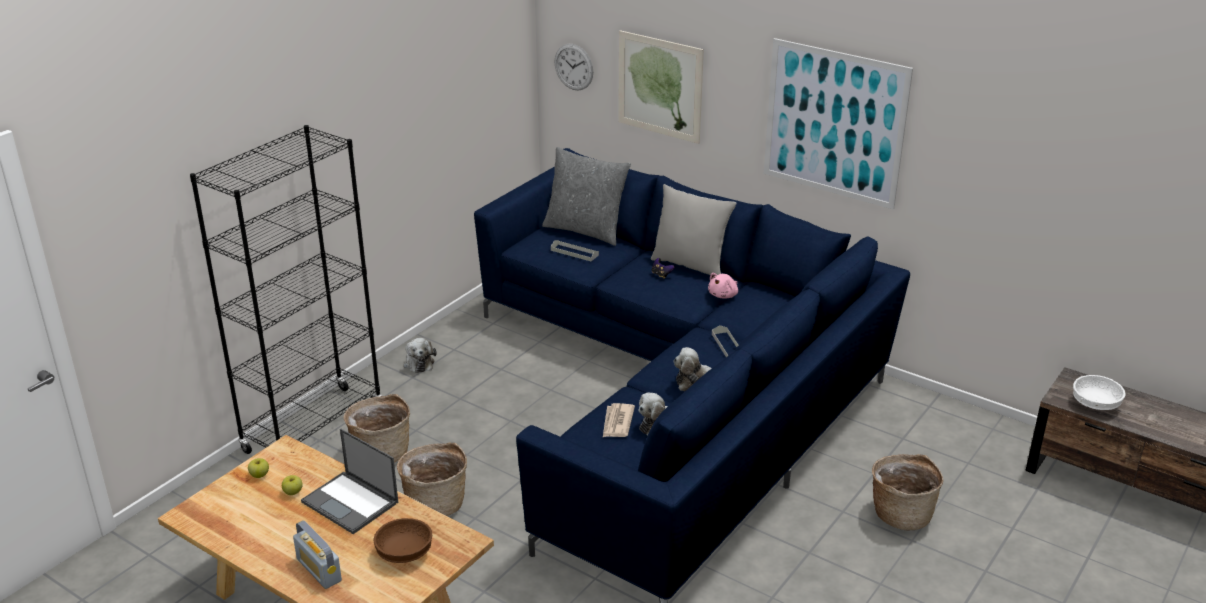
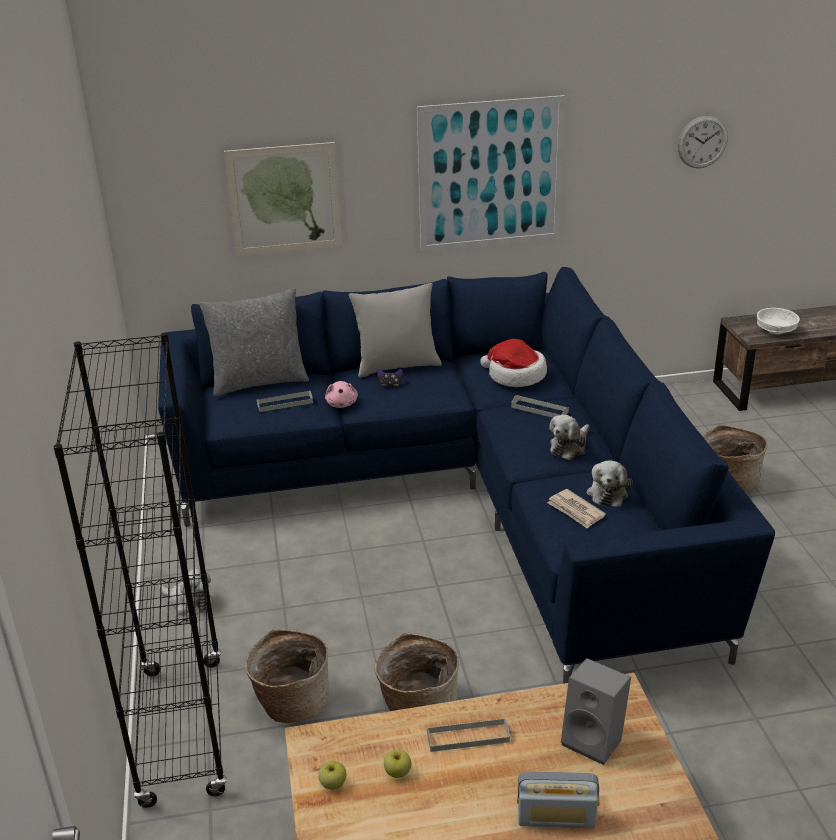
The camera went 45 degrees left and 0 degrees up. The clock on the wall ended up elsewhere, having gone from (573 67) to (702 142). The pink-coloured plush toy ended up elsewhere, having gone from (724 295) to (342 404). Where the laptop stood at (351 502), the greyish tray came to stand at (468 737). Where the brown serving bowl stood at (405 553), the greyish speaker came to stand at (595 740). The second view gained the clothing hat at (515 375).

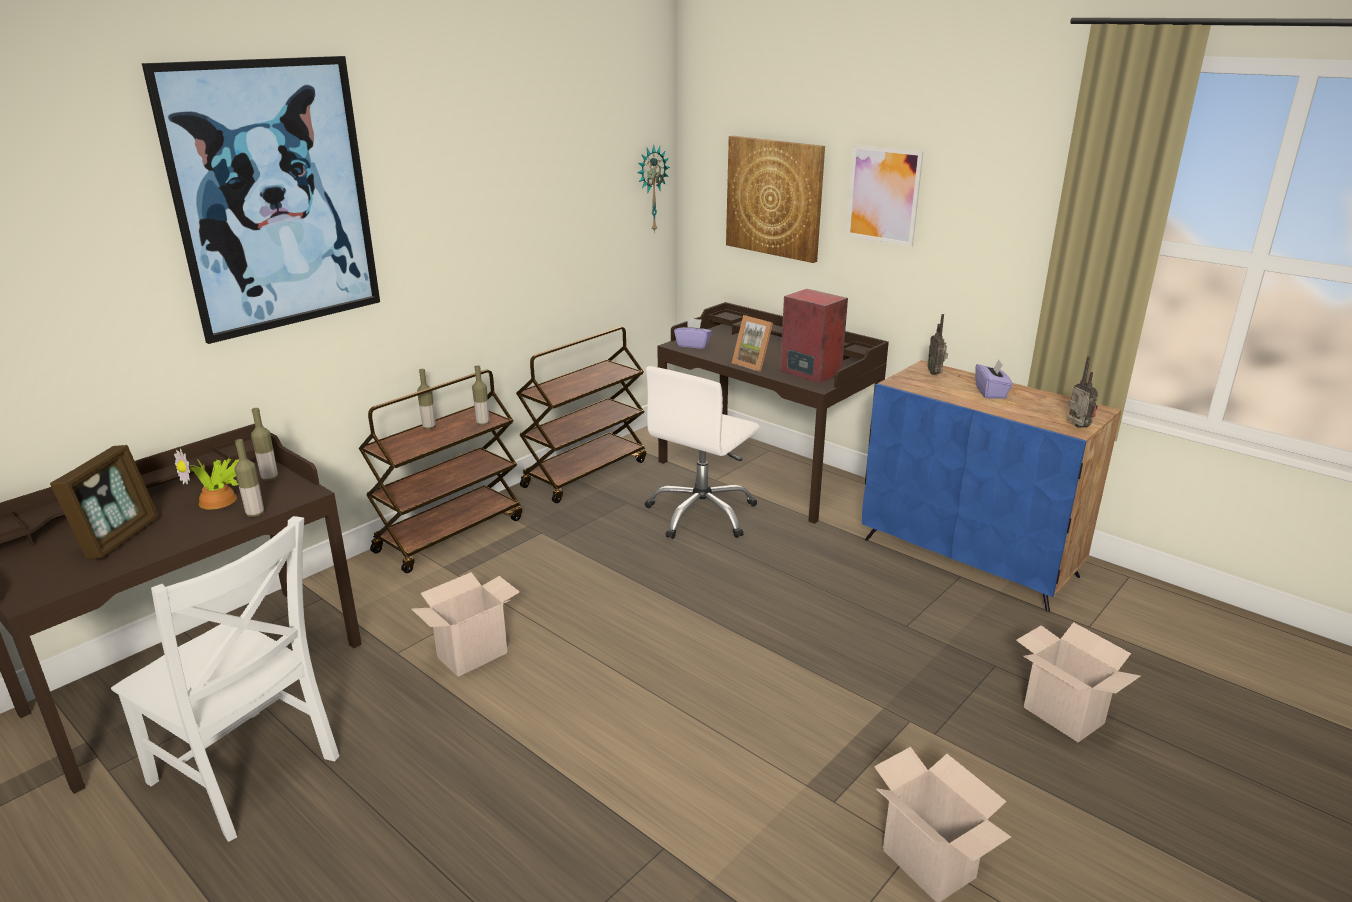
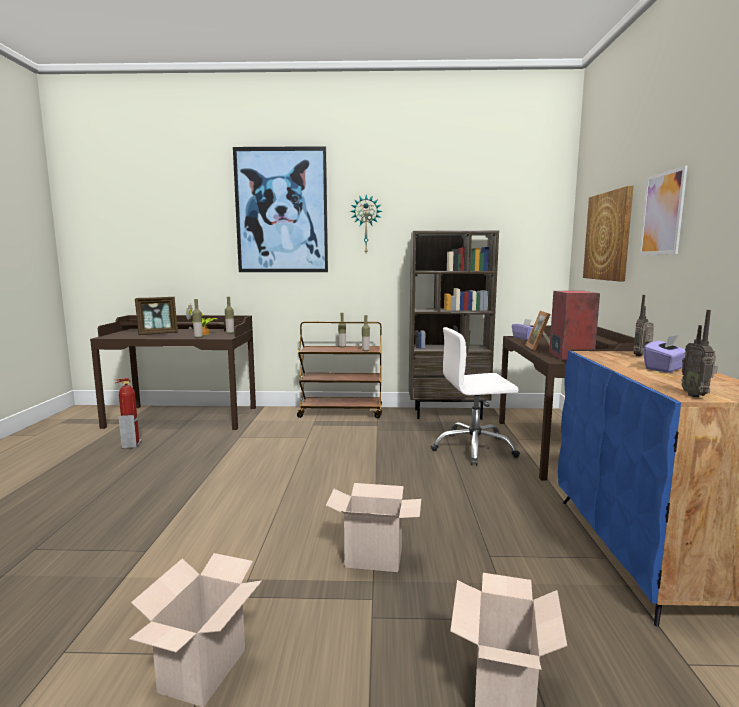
The camera went 50 degrees right and 15 degrees down. The clock on the wall ended up elsewhere, having gone from (651 189) to (366 224). Where the brown wheeled cart stood at (585 473), the brown bookshelf came to stand at (448 414). The radio set at (1077 427) ended up facing another way, 150 degrees clockwise from before. Where the white chair stood at (248 774), the extinguisher came to stand at (131 445). The packing box ended up elsewhere, having gone from (473 653) to (375 557).

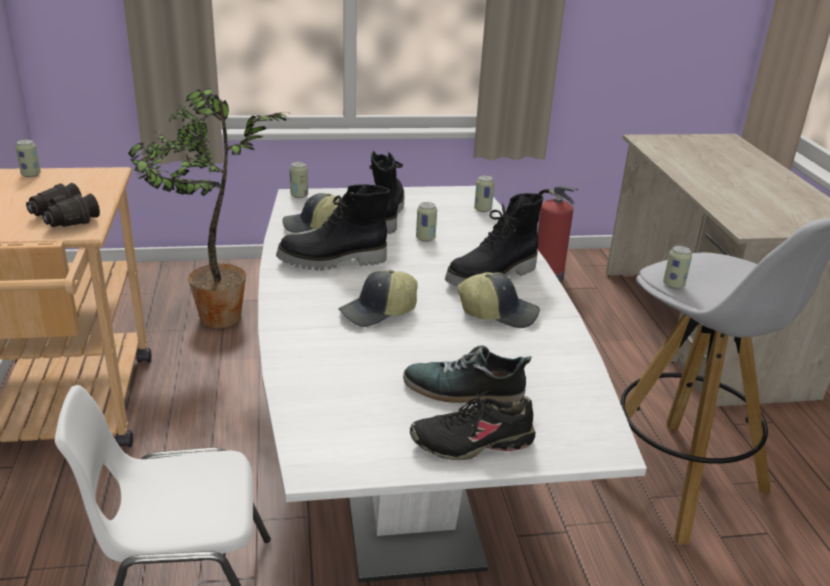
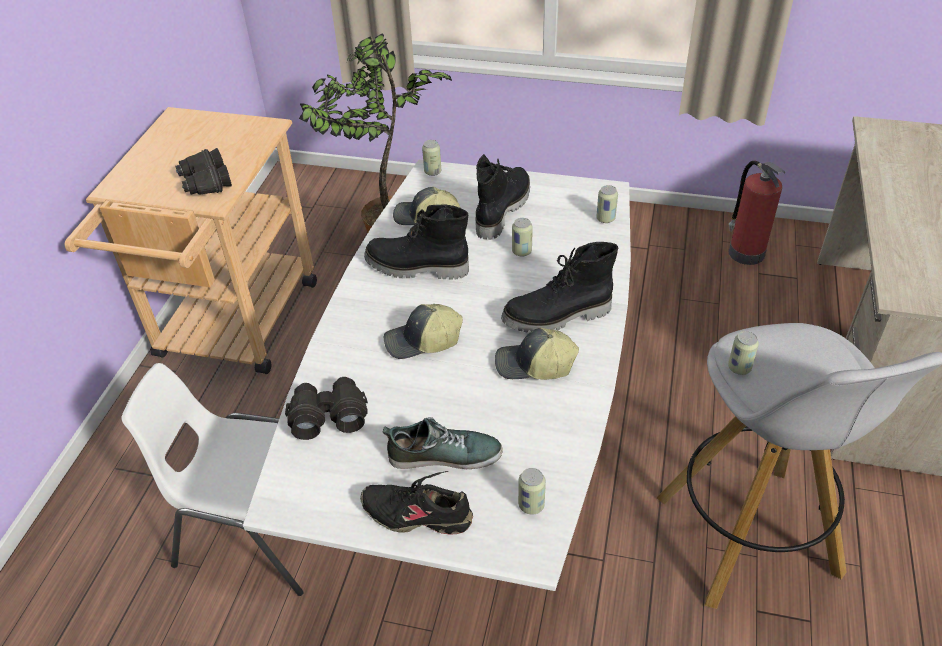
The camera went 25 degrees right and 15 degrees up. The metal can ended up elsewhere, having gone from (31 175) to (531 505). The peaked cap at (498 313) ended up facing another way, 150 degrees clockwise from before. The shoe at (464 391) ended up facing another way, 150 degrees clockwise from before. The second view gained the black-coloured field glasses at (328 415).

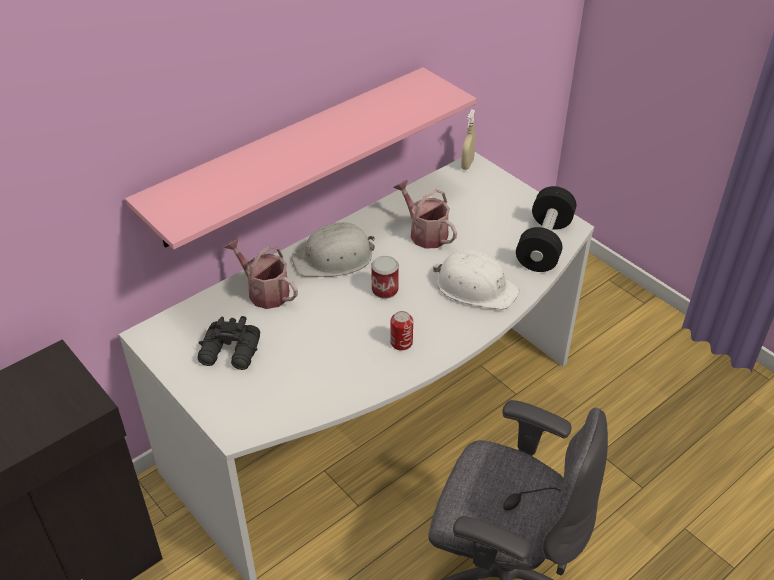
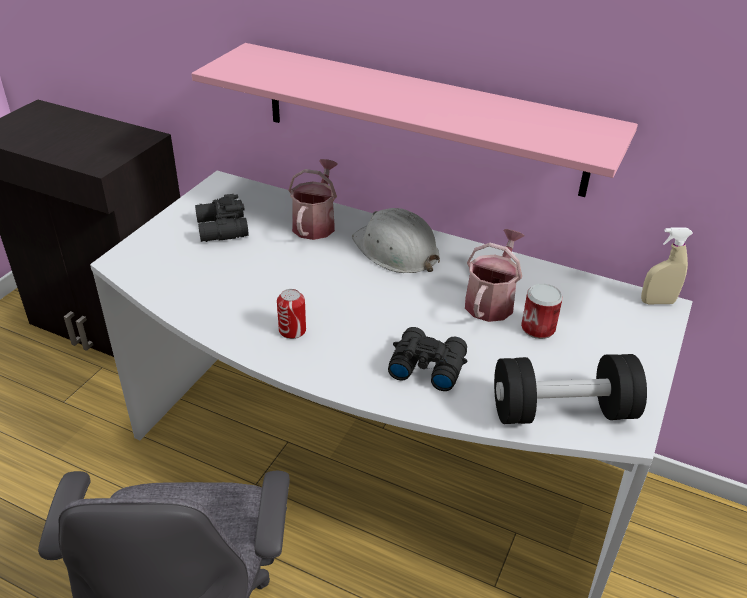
The camera went 65 degrees right and 5 degrees down. Where the white work helmet stood at (475 287), the black-coloured field glasses came to stand at (426 365). The metal can ended up elsewhere, having gone from (385 290) to (538 328).

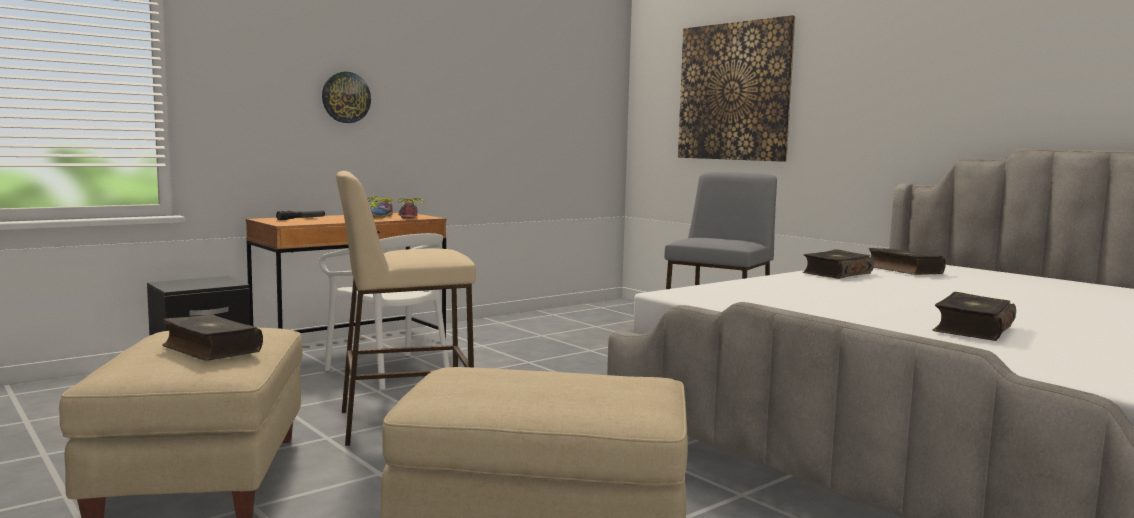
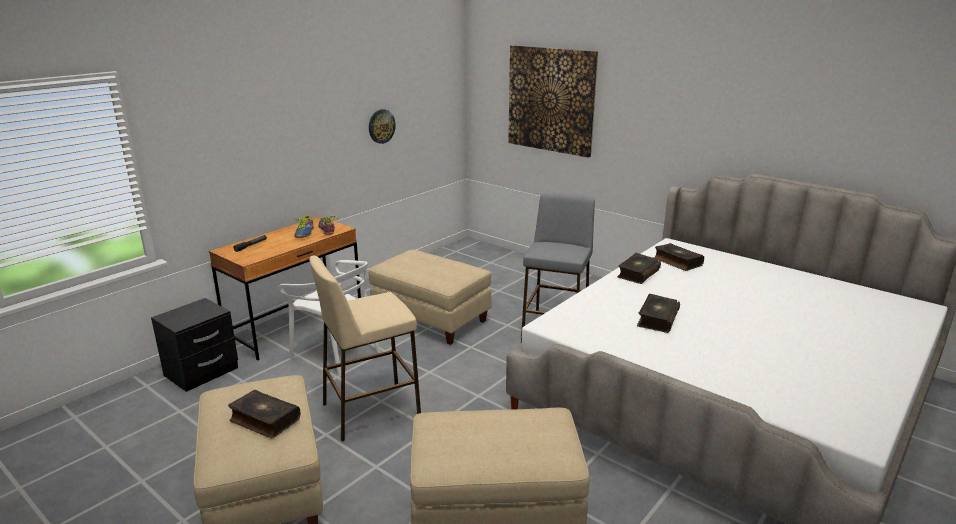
The camera went 10 degrees left and 15 degrees up. The clock on the wall ended up elsewhere, having gone from (346 97) to (381 126). The bound book ended up elsewhere, having gone from (971 329) to (657 319). The second view gained the beige footrest at (431 319).

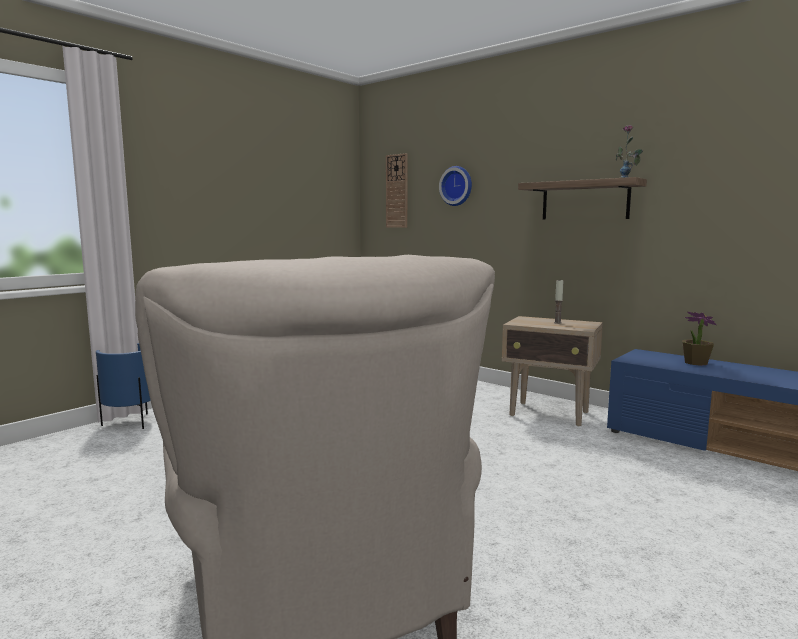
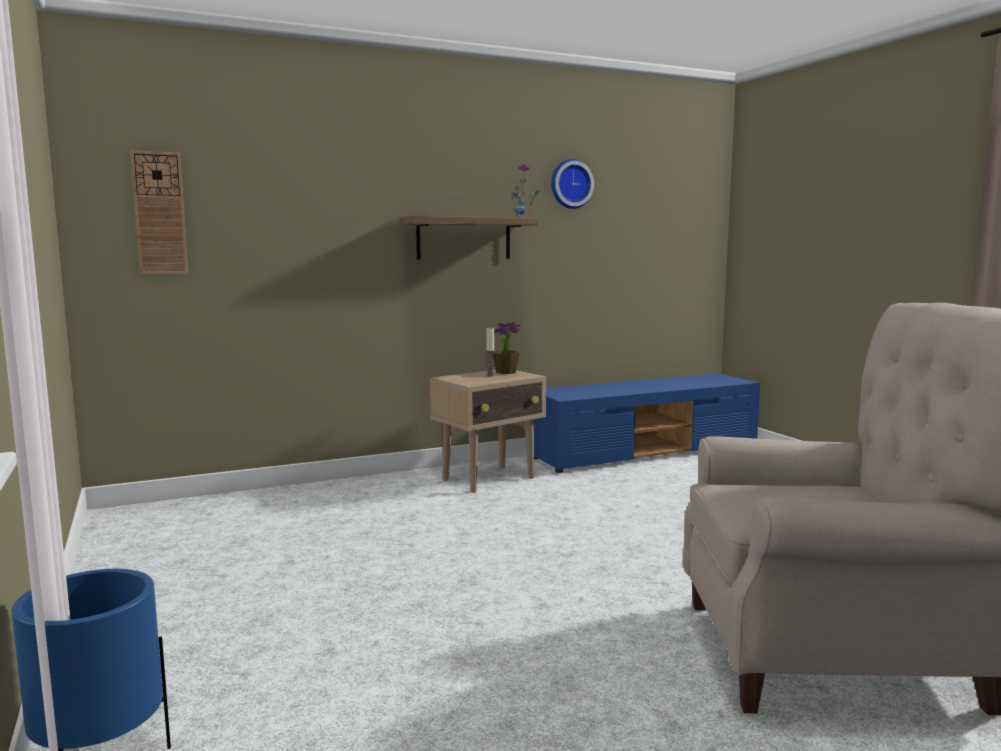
The camera went 65 degrees left and 0 degrees up. The clock on the wall ended up elsewhere, having gone from (457 186) to (570 184). The houseplant ended up elsewhere, having gone from (695 362) to (506 372).

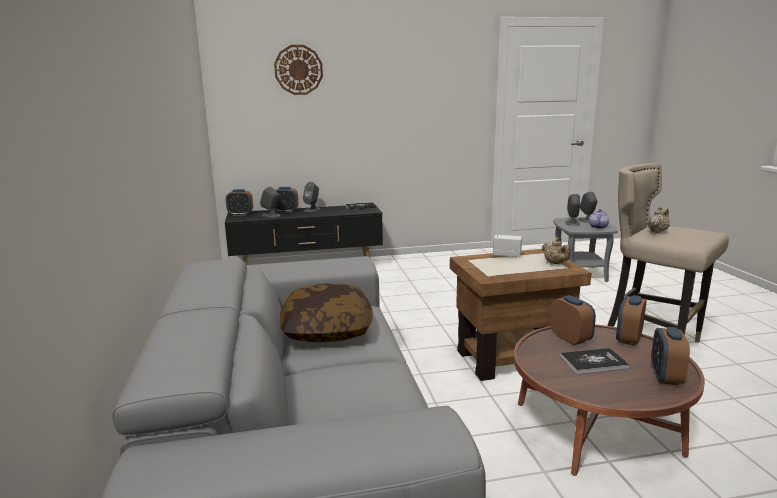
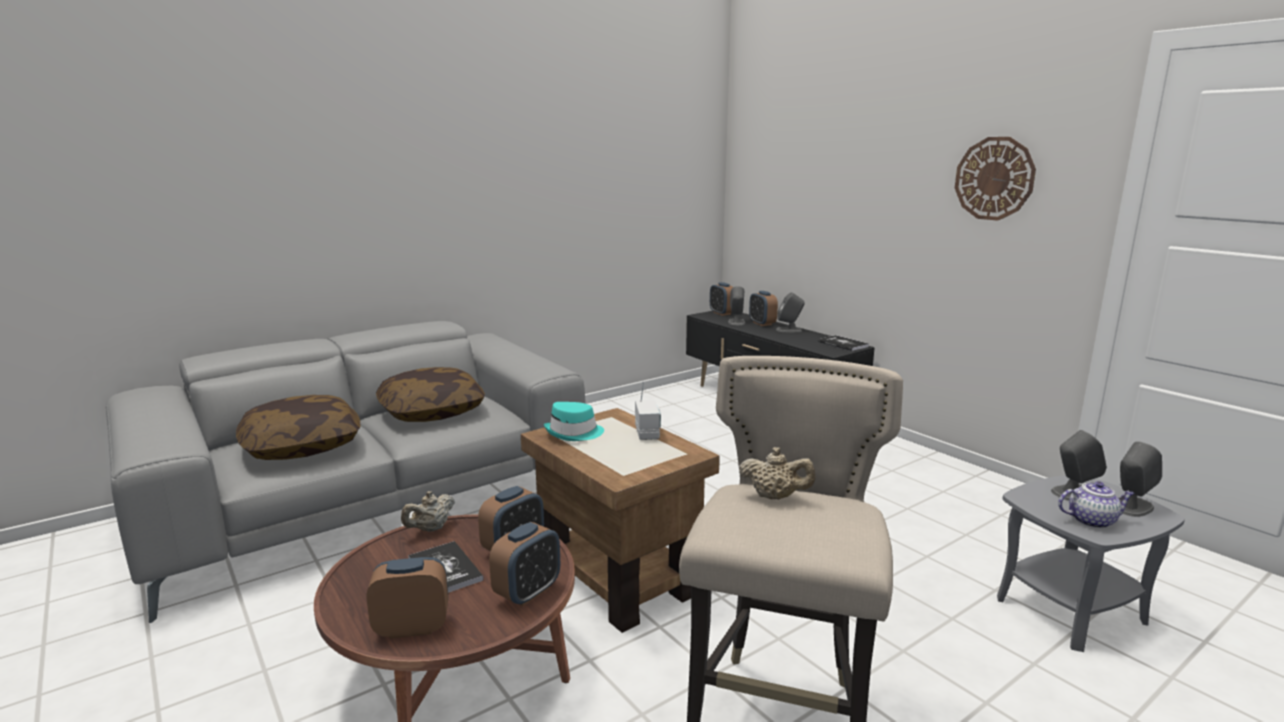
The camera went 65 degrees right and 0 degrees up. The clock on the wall ended up elsewhere, having gone from (298 70) to (994 178). The beige teapot ended up elsewhere, having gone from (555 263) to (430 529). The alarm clock at (628 339) ended up facing another way, 120 degrees clockwise from before. The second view gained the cushion at (302 446). The second view gained the blue-green clothing hat at (574 433).

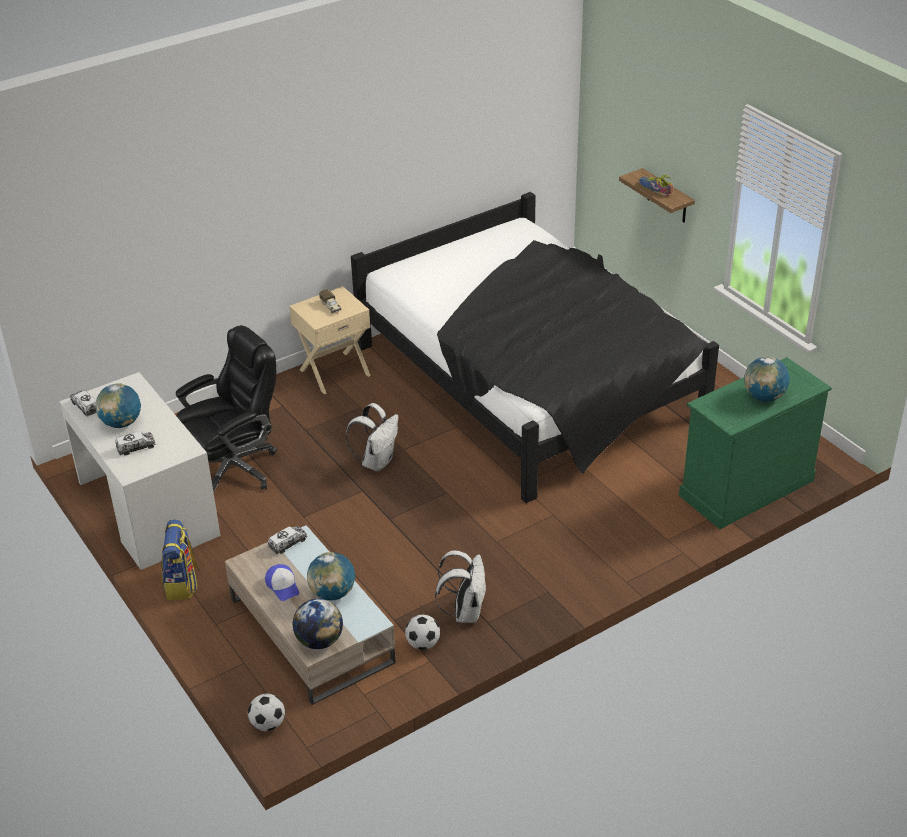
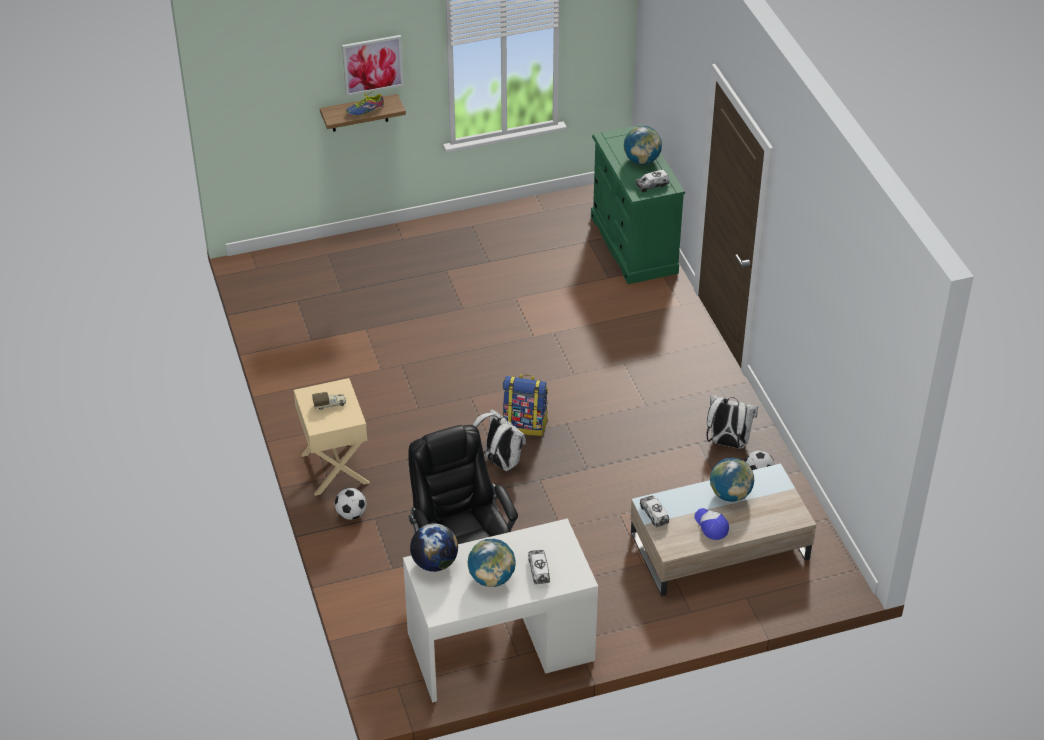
The camera went 75 degrees left and 5 degrees up. The second view lost the black-coloured bedroom bed at (530 381). The toy lorry ended up elsewhere, having gone from (85 407) to (652 185). The knapsack ended up elsewhere, having gone from (182 584) to (525 424). The peaked cap at (283 586) ended up facing another way, 105 degrees counterclockwise from before. The desk globe ended up elsewhere, having gone from (319 641) to (434 563). The ball for football ended up elsewhere, having gone from (268 724) to (351 514). The second view gained the wall picture at (373 64).

